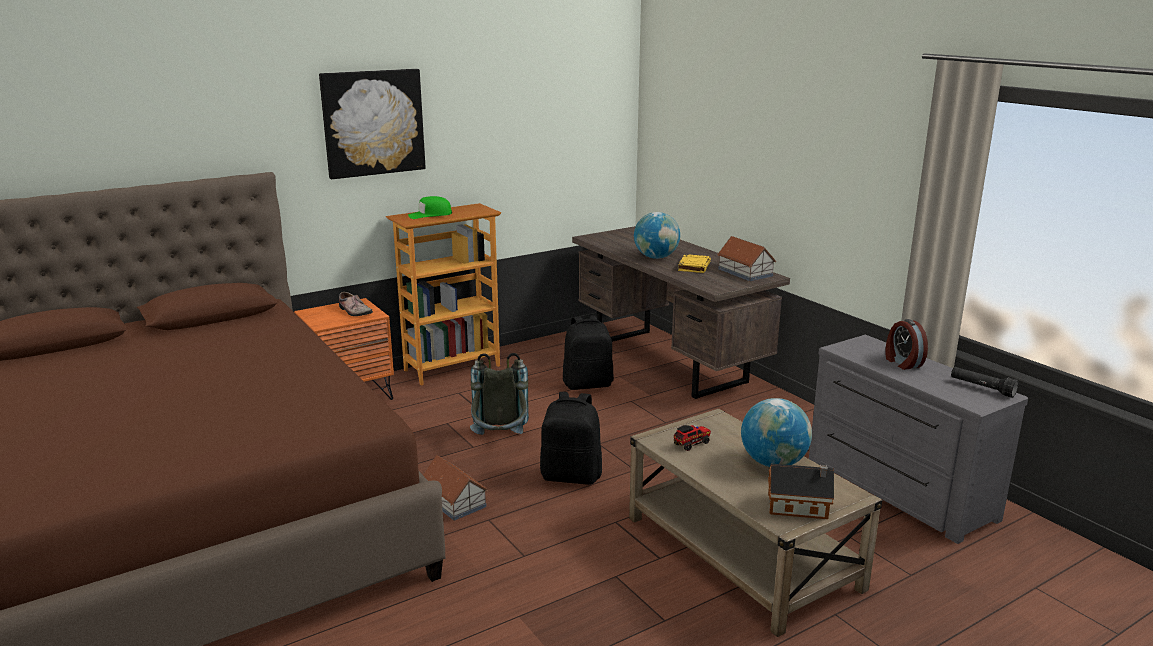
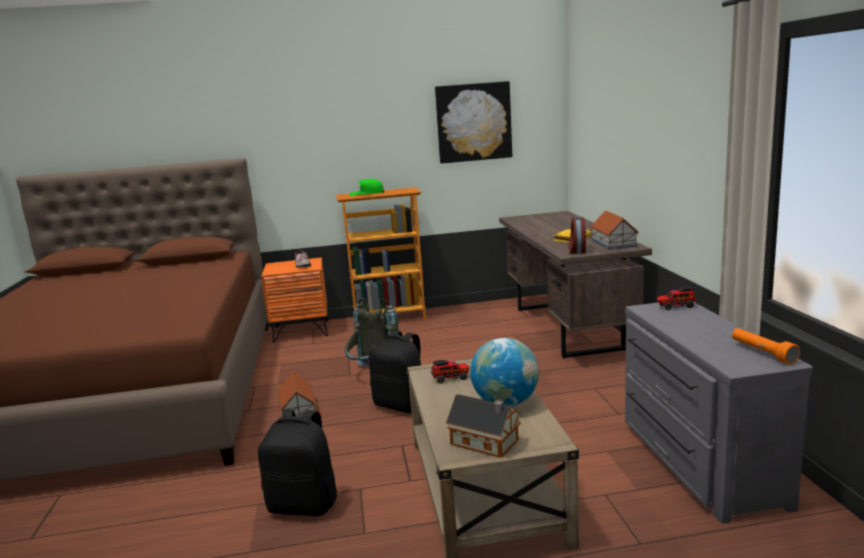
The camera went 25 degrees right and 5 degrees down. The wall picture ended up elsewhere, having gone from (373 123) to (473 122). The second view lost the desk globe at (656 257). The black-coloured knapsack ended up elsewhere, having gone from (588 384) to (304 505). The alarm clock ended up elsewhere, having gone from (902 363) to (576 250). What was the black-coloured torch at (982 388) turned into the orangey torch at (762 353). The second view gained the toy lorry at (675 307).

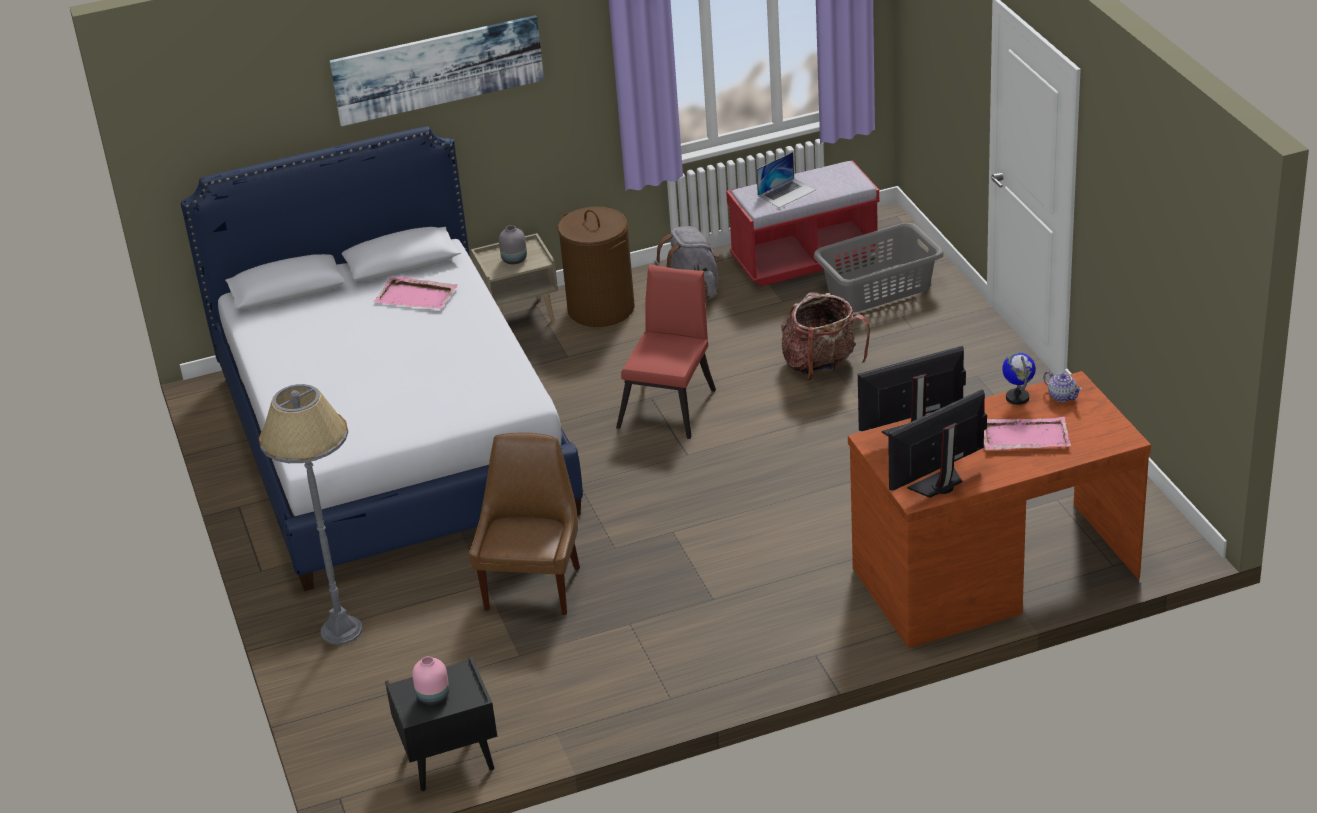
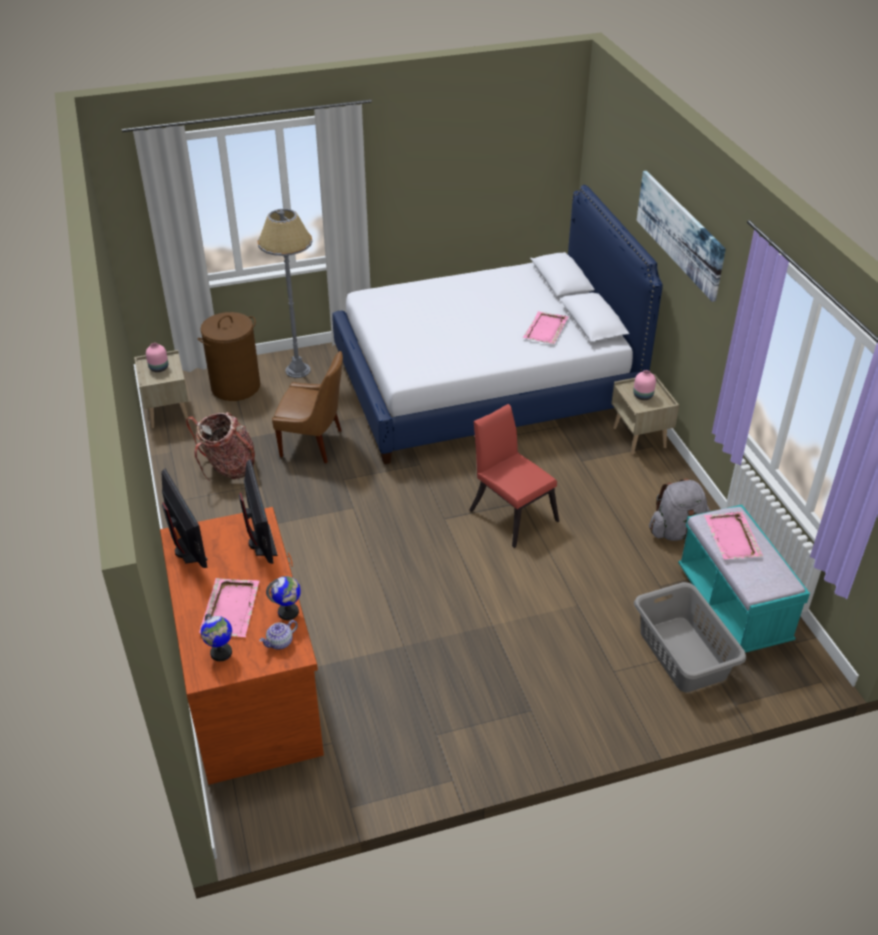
The camera went 90 degrees right and 5 degrees up. Where the laptop stood at (786 192), the pink-coloured tray came to stand at (732 538). What was the reddish long seat at (804 259) turned into the blue-green long seat at (733 606). The brown laundry basket ended up elsewhere, having gone from (600 309) to (235 386). What was the greyish flower vase at (515 259) turned into the pink-coloured flower vase at (643 396). The reddish chair at (670 404) ended up facing another way, 150 degrees counterclockwise from before. The knapsack ended up elsewhere, having gone from (821 366) to (228 468). What was the black-coloured bedside table at (449 761) turned into the beige bedside table at (167 412). The second view gained the desk globe at (221 653).

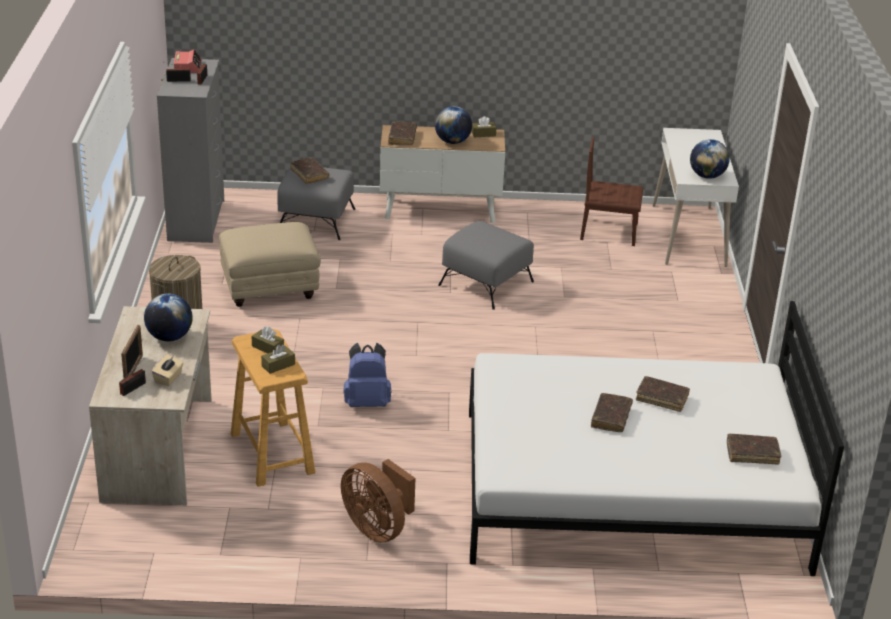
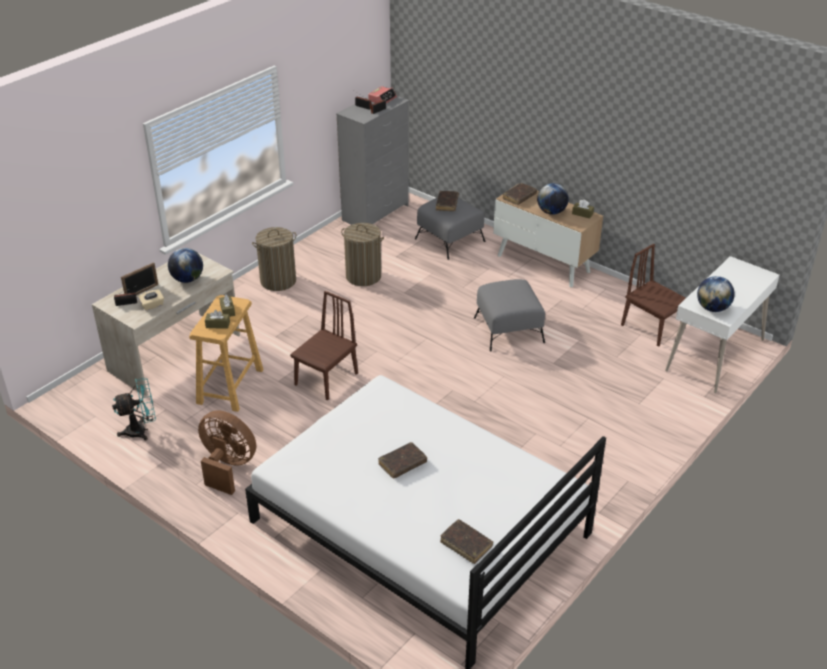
The camera went 40 degrees right and 5 degrees up. Where the beige footrest stood at (271 288), the laundry basket came to stand at (363 276). Where the blue knapsack stood at (367 402), the brown chair came to stand at (326 379). The second view lost the brown bound book at (662 398). The brown cooling fan at (378 528) ended up facing another way, 120 degrees clockwise from before. The second view gained the blue-green cooling fan at (141 430).

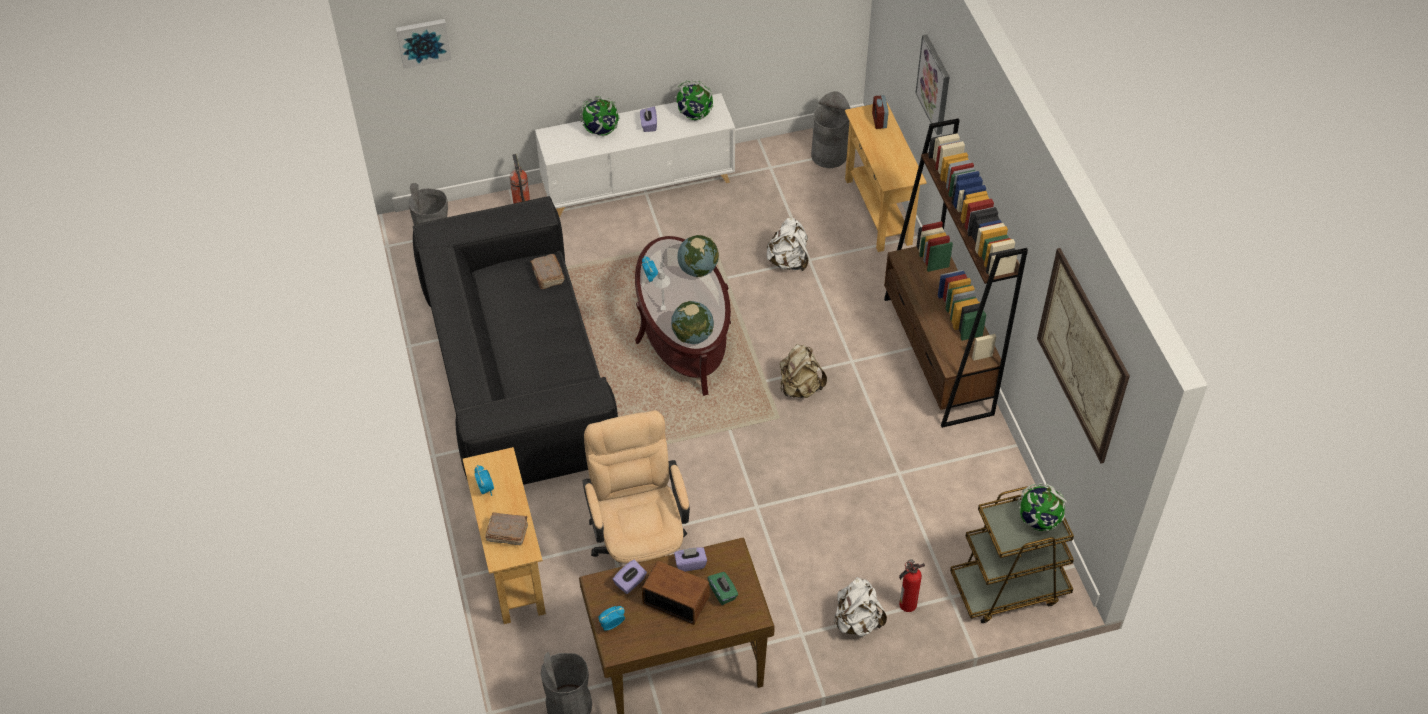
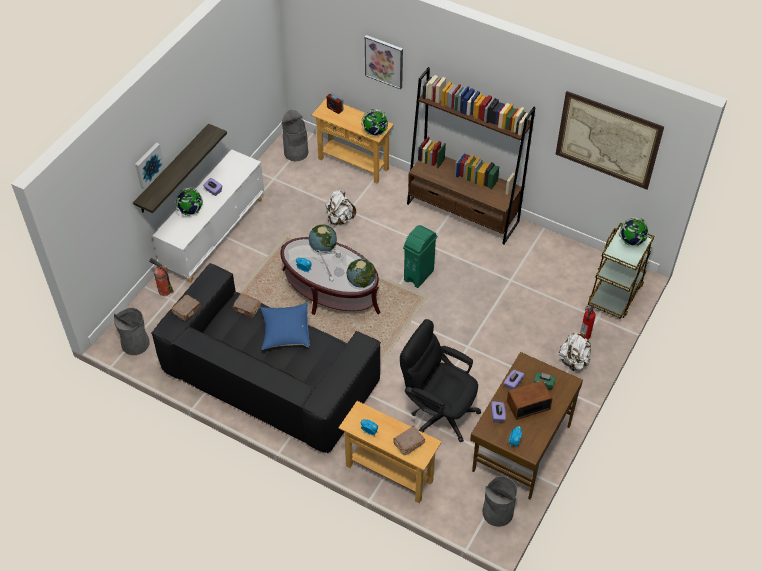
The camera went 45 degrees left and 0 degrees up. The wall picture ended up elsewhere, having gone from (423 42) to (148 165). The desk globe ended up elsewhere, having gone from (694 115) to (375 132). Where the beige knapsack stood at (800 387), the greenish rubbish bin came to stand at (419 275). What was the beige desk chair at (640 547) turned into the black-coloured desk chair at (438 410). The second view gained the bracket shelf at (173 169). The second view gained the brown bound book at (187 310). The second view gained the blue cushion at (285 332).

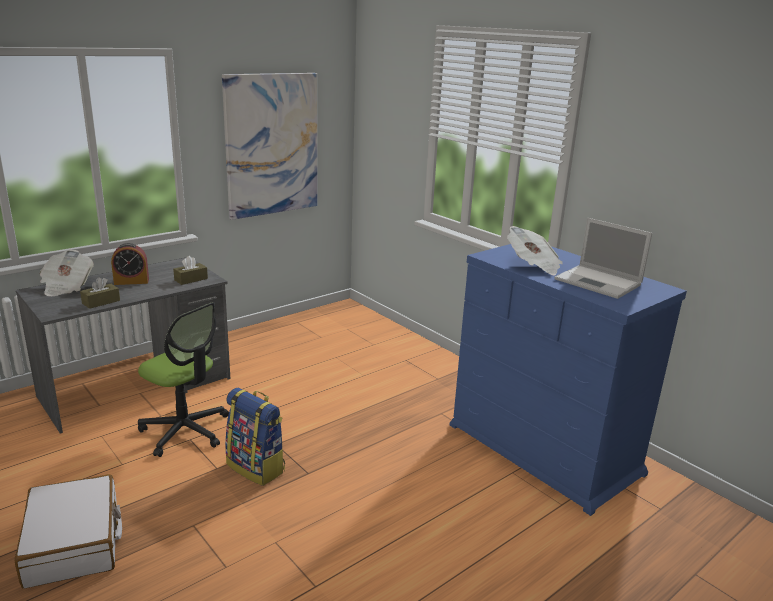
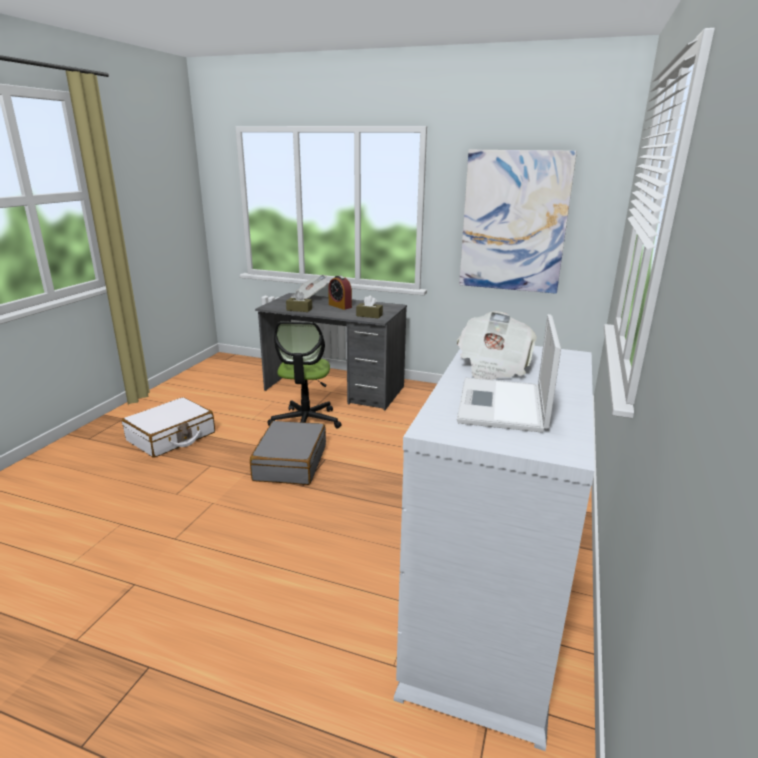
The camera went 60 degrees right and 0 degrees up. What was the blue chest of drawers at (544 449) turned into the white chest of drawers at (488 619). Where the knapsack stood at (257 467), the greyish piece of luggage came to stand at (290 463).

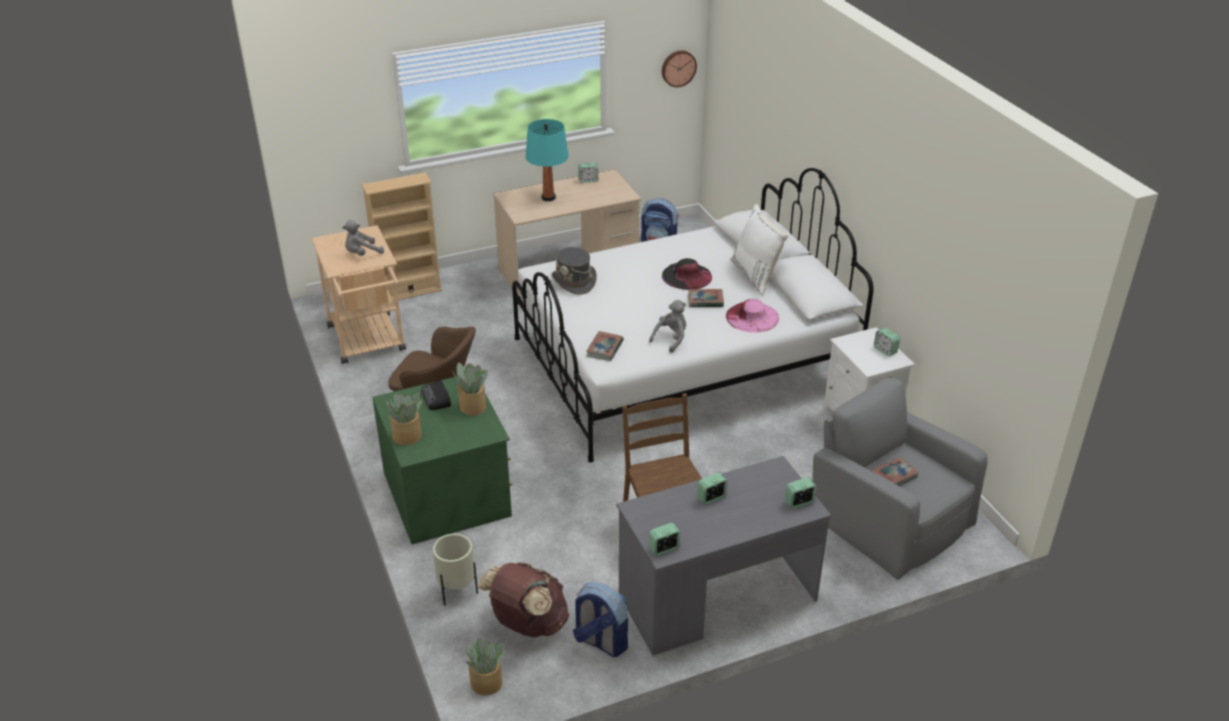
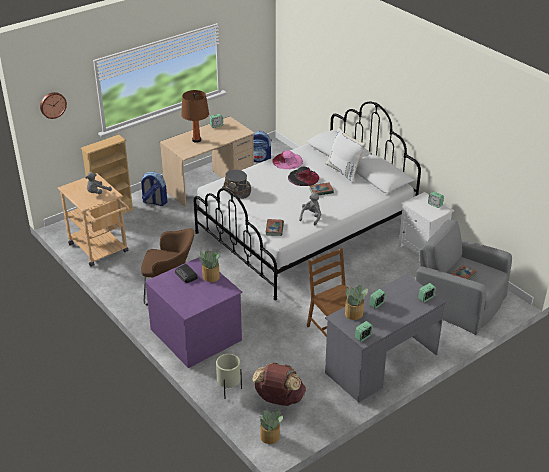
The camera went 15 degrees left and 0 degrees up. The clock on the wall ended up elsewhere, having gone from (678 68) to (52 105). What was the blue-green tabletop lamp at (548 198) turned into the brown tabletop lamp at (196 140). The pink-coloured clothing hat ended up elsewhere, having gone from (752 317) to (287 161). What was the greenish chest of drawers at (448 493) turned into the purplish chest of drawers at (197 334). The houseplant ended up elsewhere, having gone from (407 436) to (354 314). The knapsack ended up elsewhere, having gone from (600 642) to (154 202).

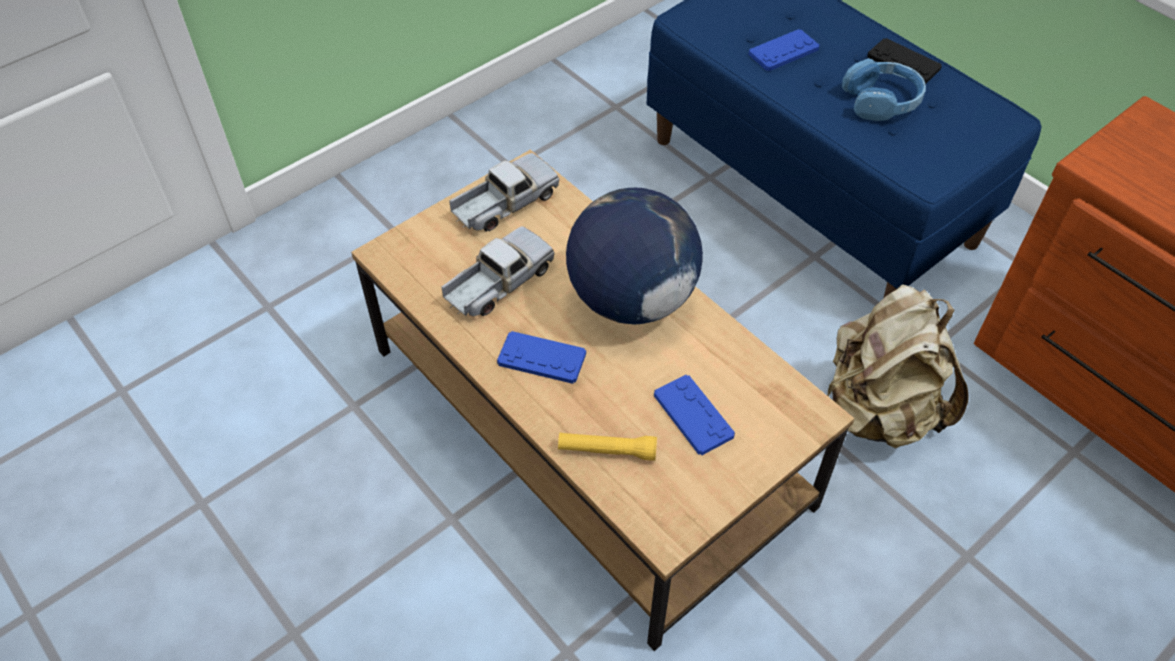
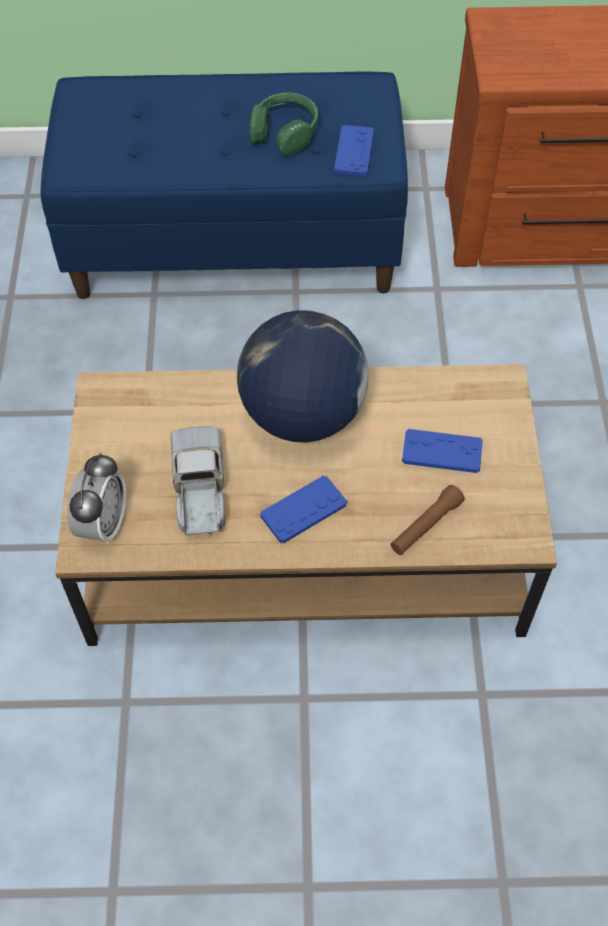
The camera went 50 degrees left and 5 degrees up. The blue gamepad ended up elsewhere, having gone from (783 51) to (354 152). The second view lost the black-coloured gamepad at (903 62). What was the blue headset at (881 101) turned into the greenish headset at (284 132). The second view lost the toy lorry at (505 203). The second view lost the beige knapsack at (878 411). What was the yellowish torch at (607 451) turned into the brown torch at (425 526). The second view gained the alarm clock at (103 523).

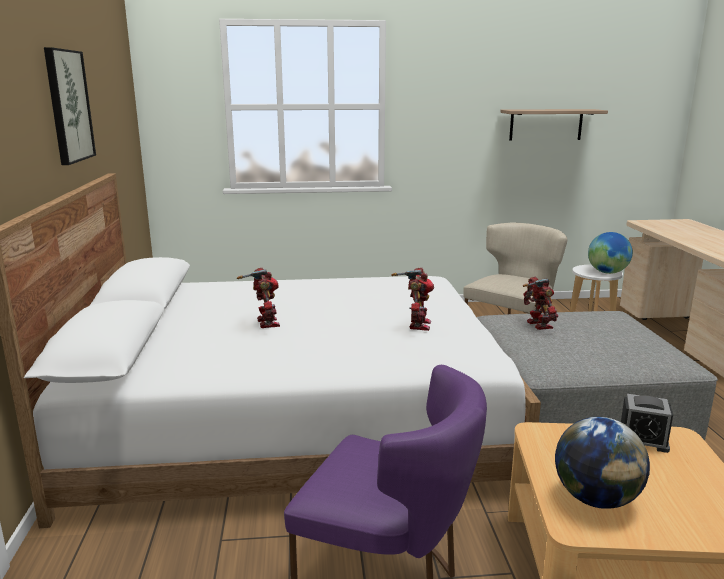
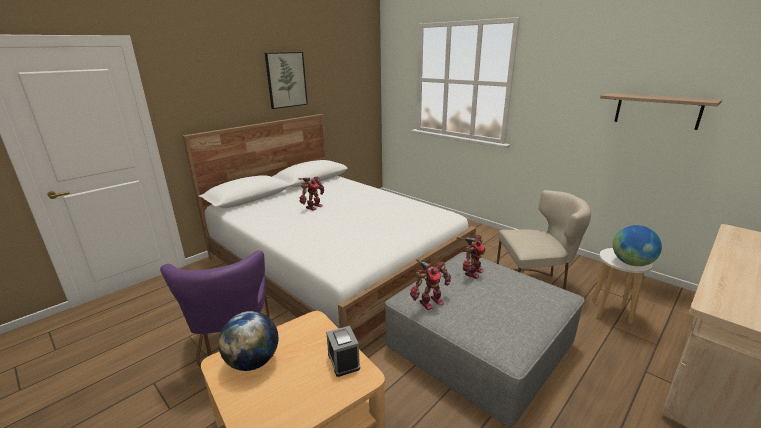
The camera went 50 degrees right and 5 degrees up. The model robot ended up elsewhere, having gone from (417 325) to (430 302).

